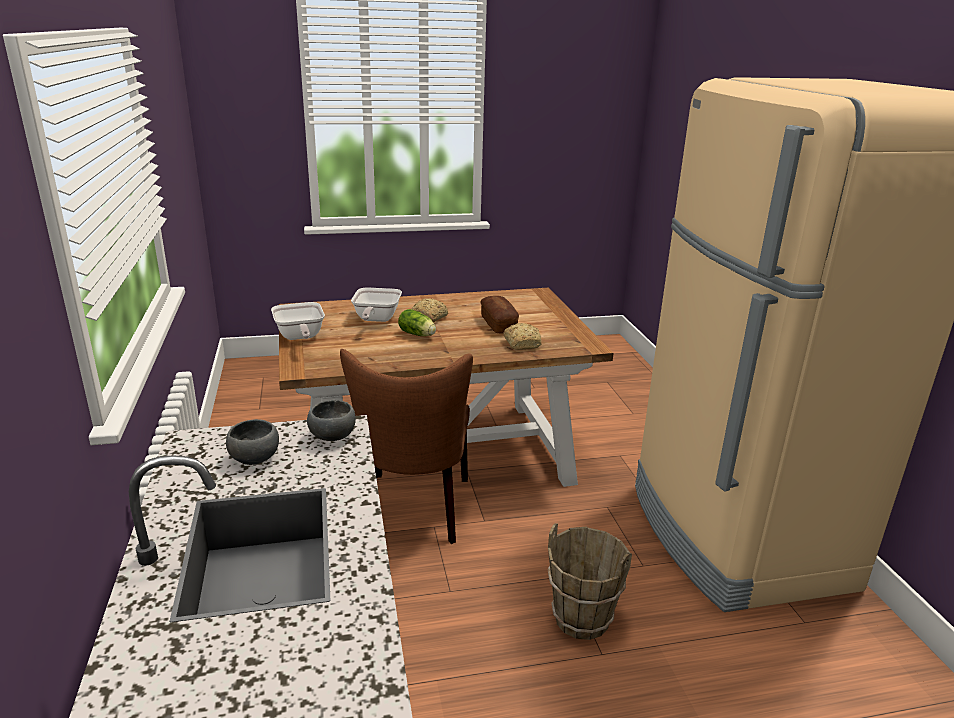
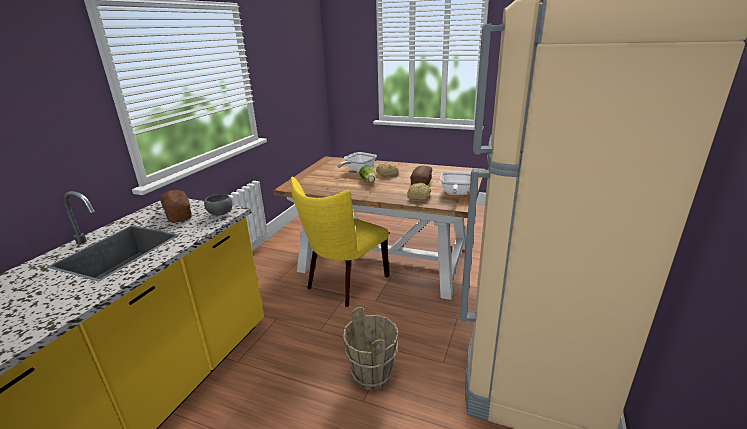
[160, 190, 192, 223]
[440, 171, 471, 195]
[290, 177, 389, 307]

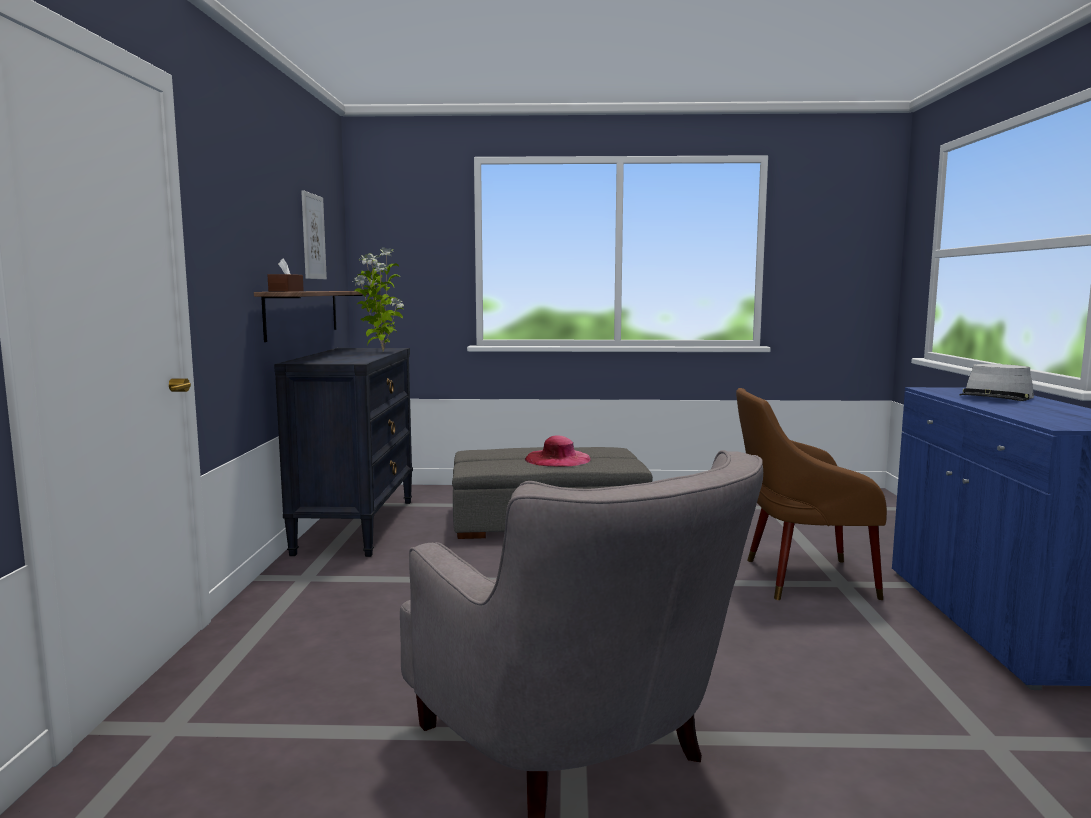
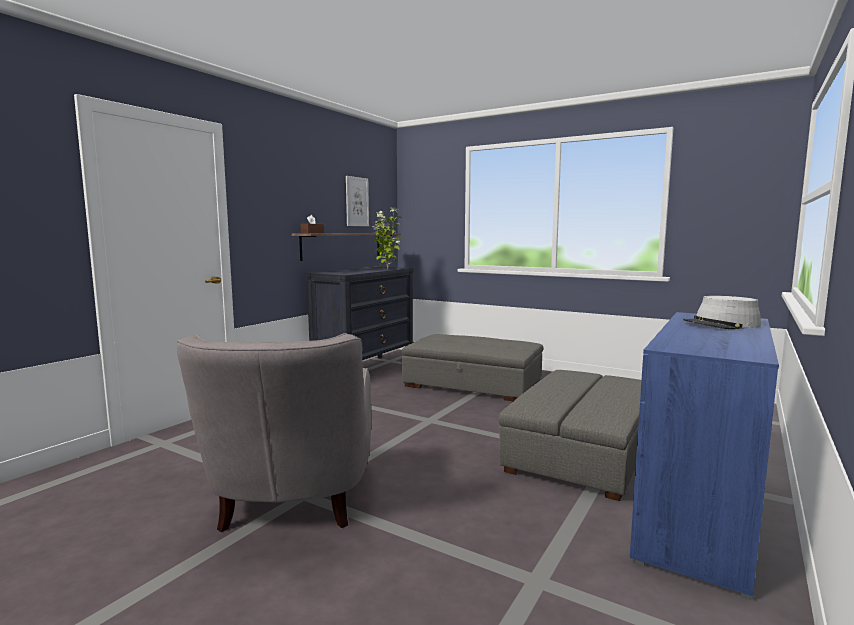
[525, 435, 591, 467] (first image)
[498, 370, 641, 501]

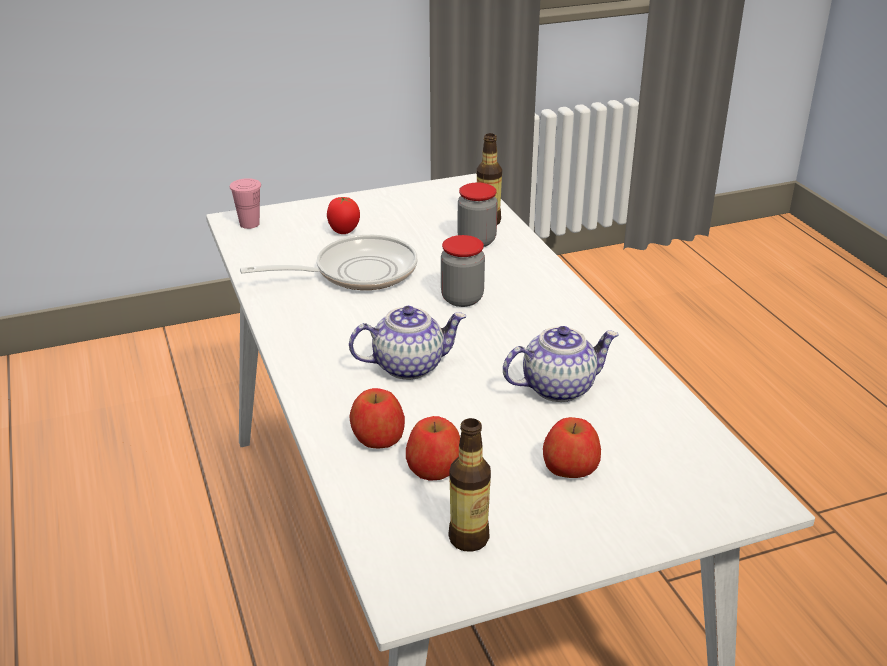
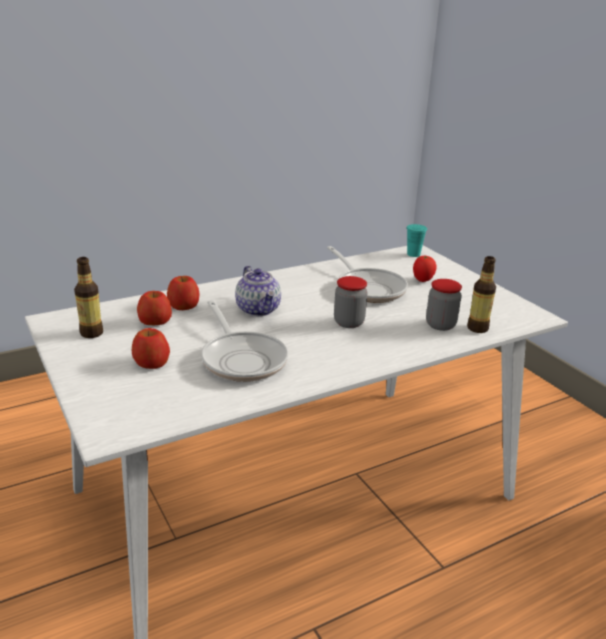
[407, 224, 427, 257]
[201, 300, 288, 382]

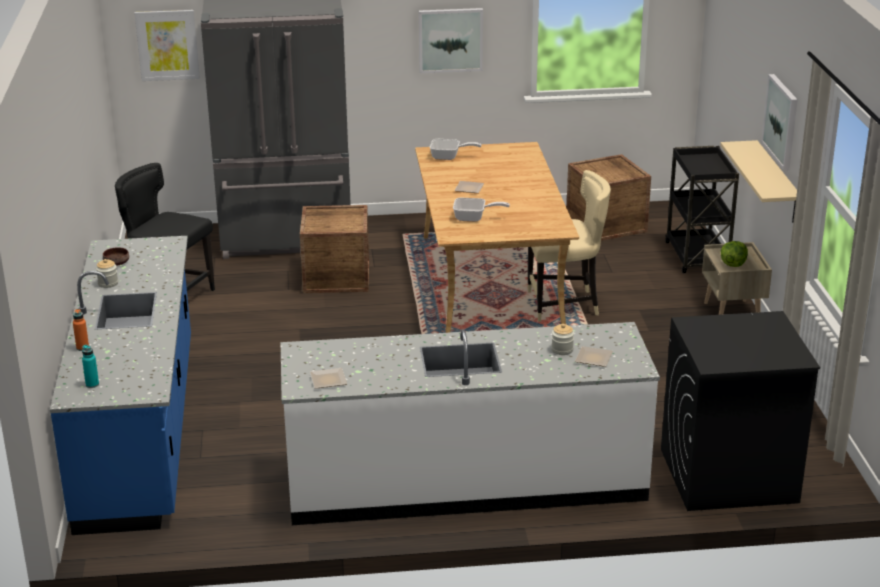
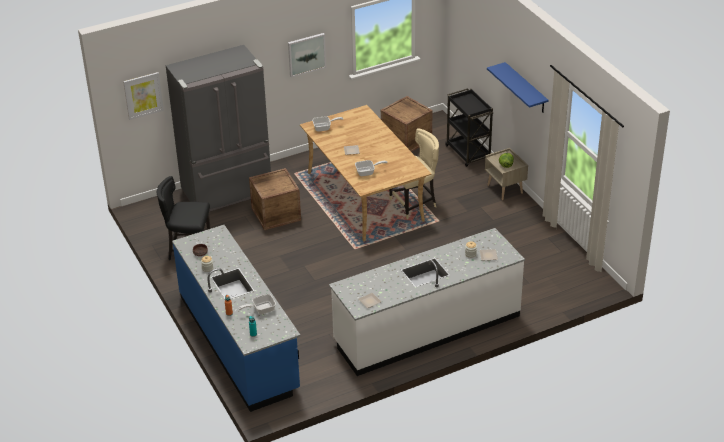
[661, 311, 820, 511] (first image)
[720, 140, 797, 223] (first image)
[487, 62, 549, 113]
[238, 294, 276, 314]

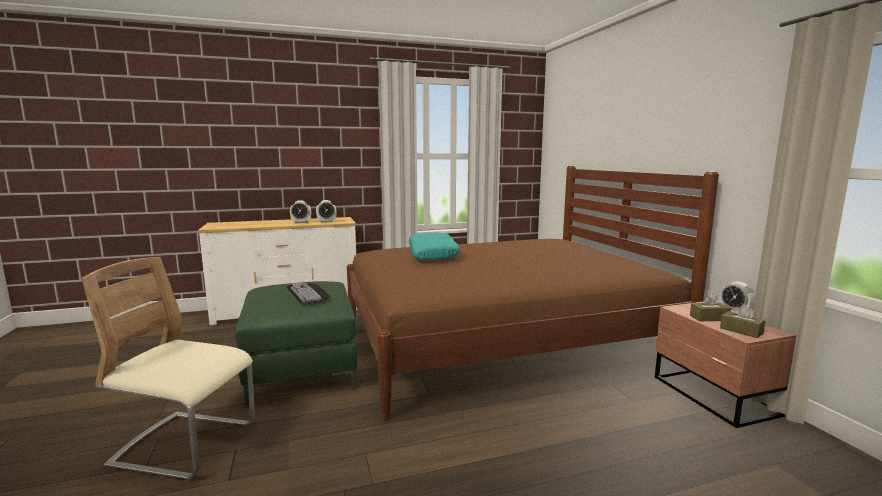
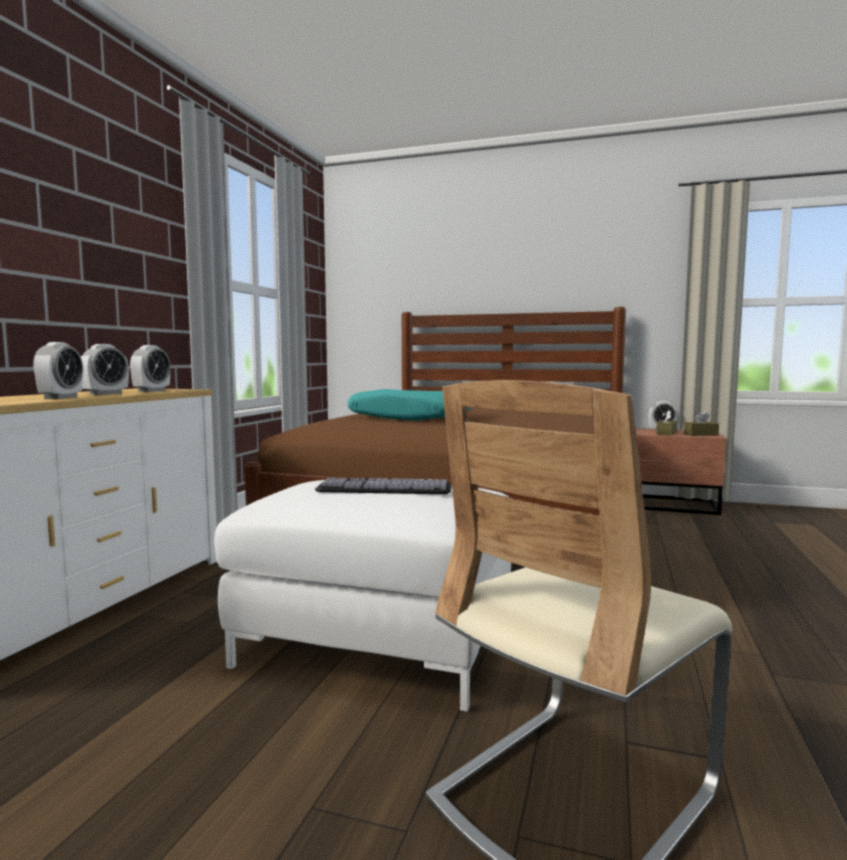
[214, 480, 511, 712]
[33, 342, 83, 399]

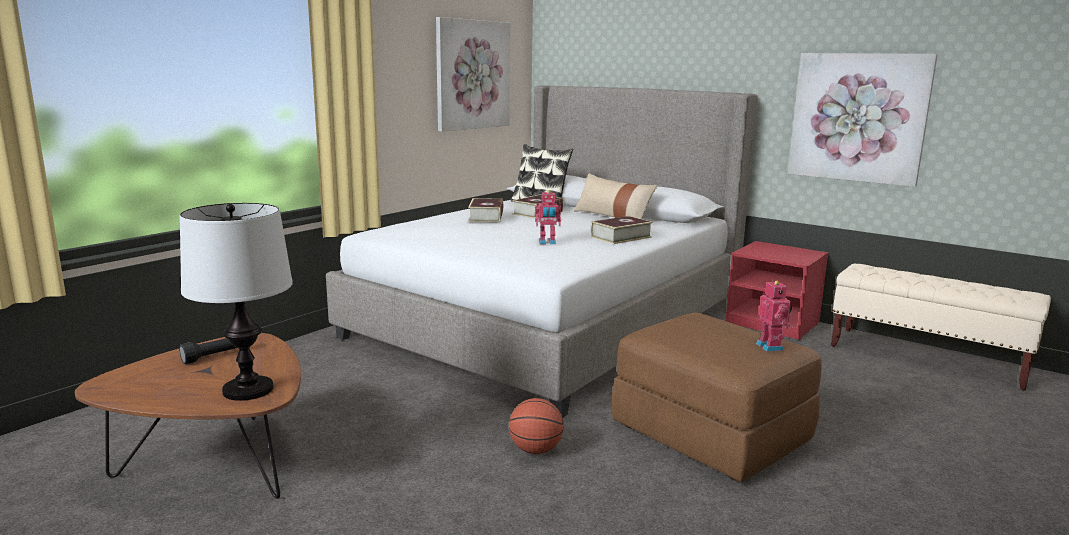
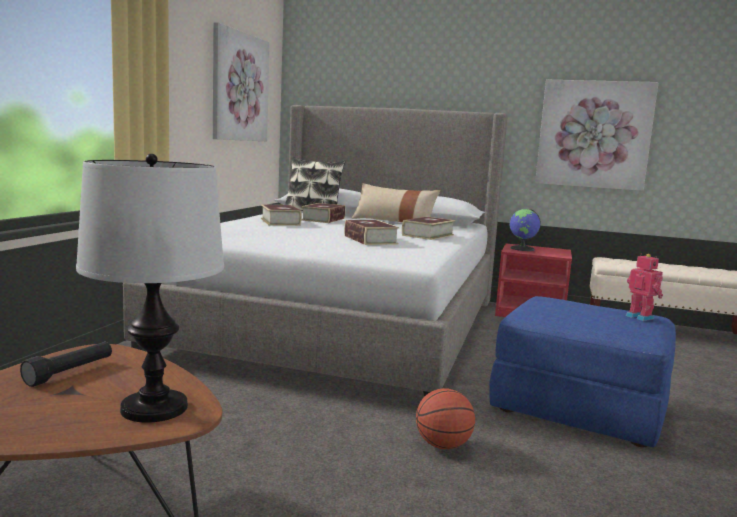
[344, 220, 400, 245]
[489, 296, 676, 447]
[509, 209, 541, 251]

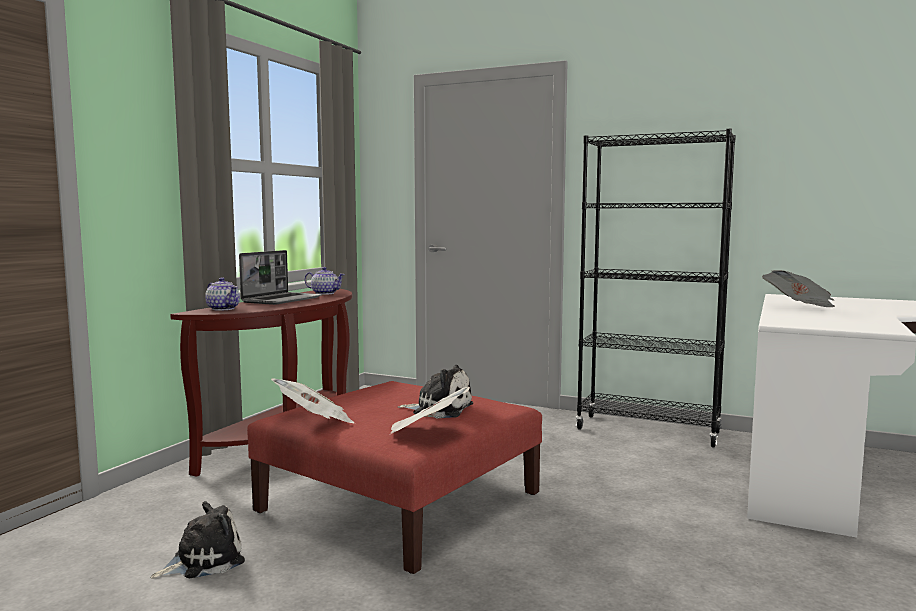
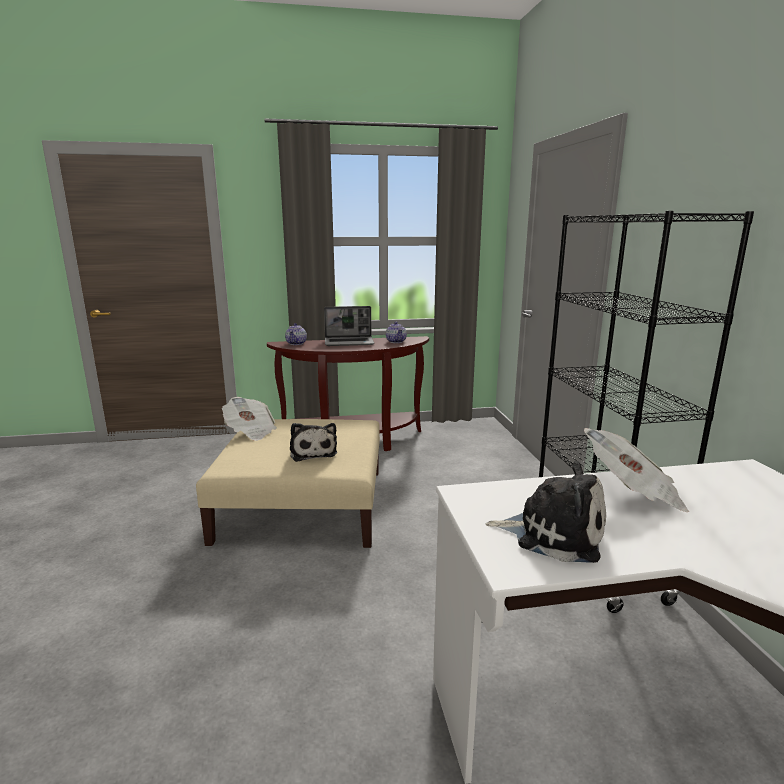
[485, 461, 606, 563]
[196, 419, 380, 548]
[391, 387, 470, 434] (first image)

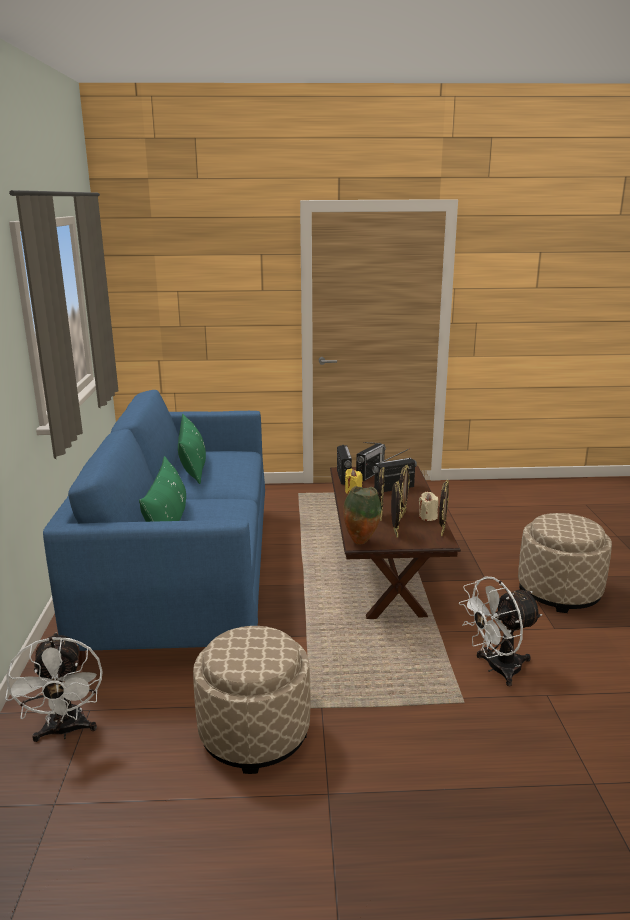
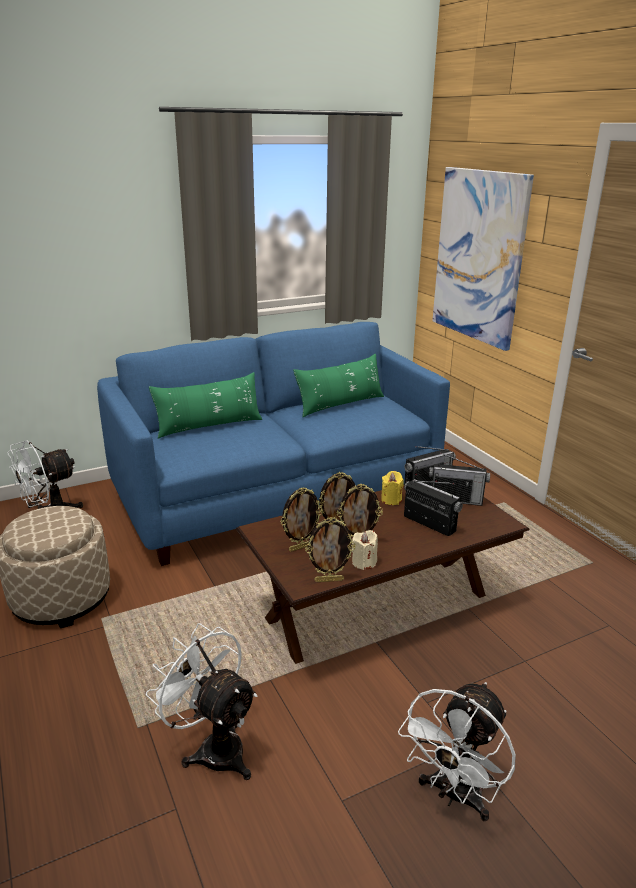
[343, 486, 381, 545] (first image)
[398, 682, 516, 821]
[432, 167, 534, 351]

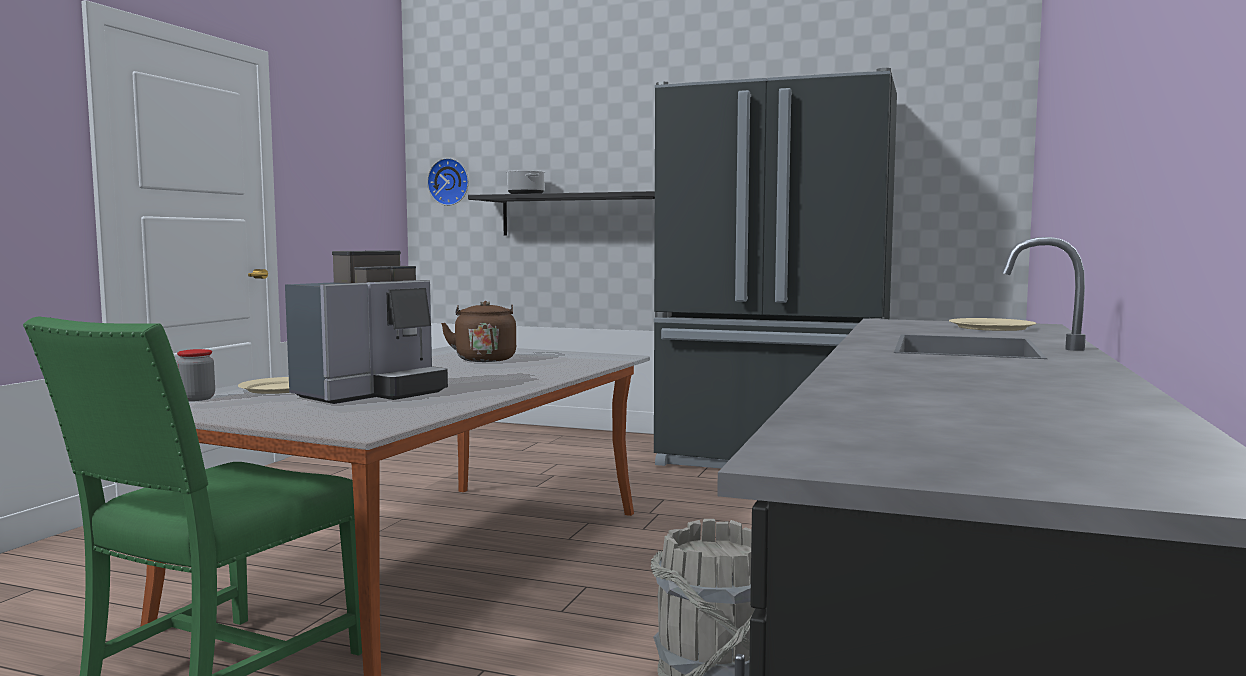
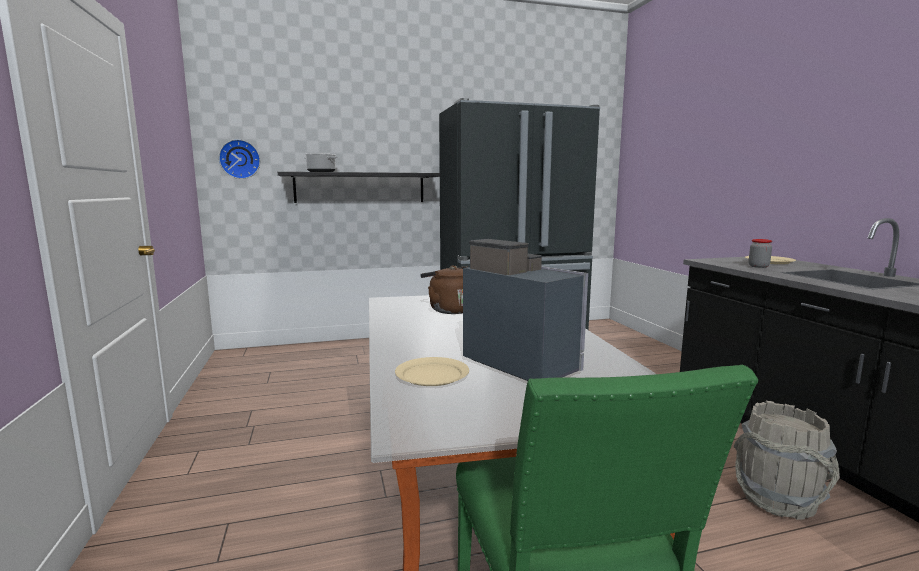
[749, 239, 772, 268]
[463, 239, 588, 381]

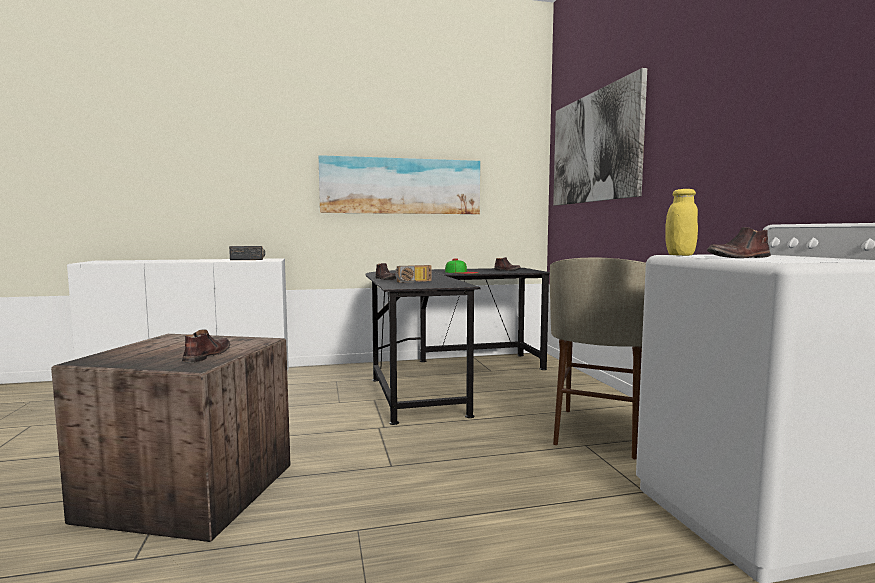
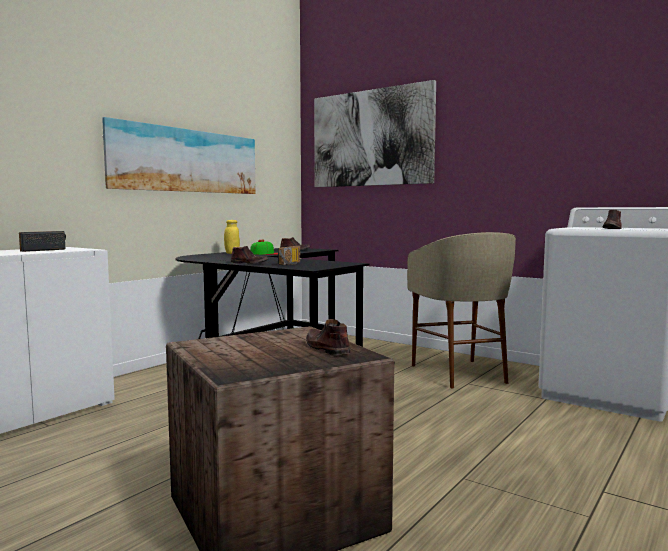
[224, 220, 240, 254]

